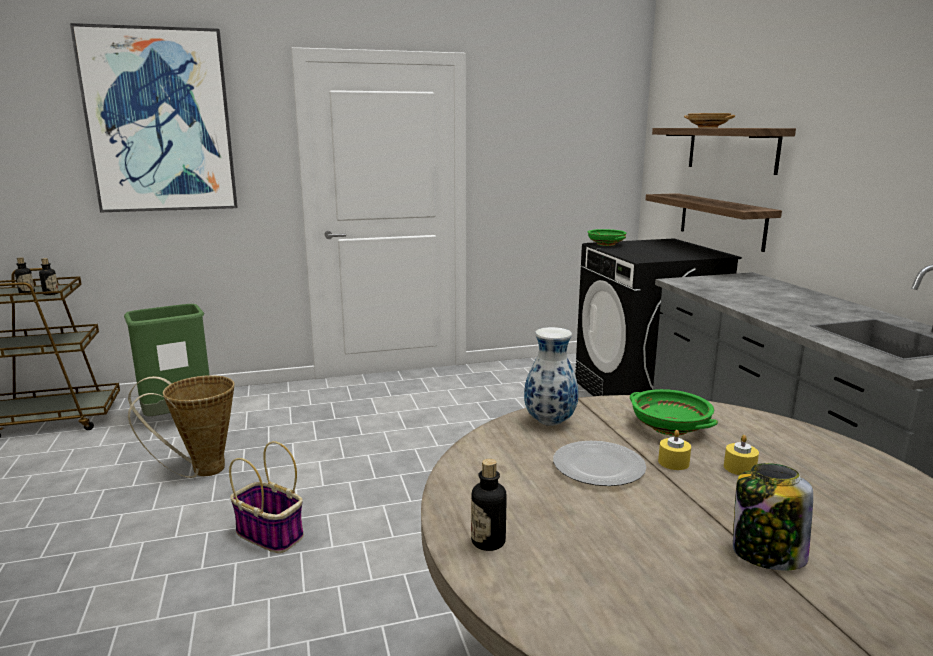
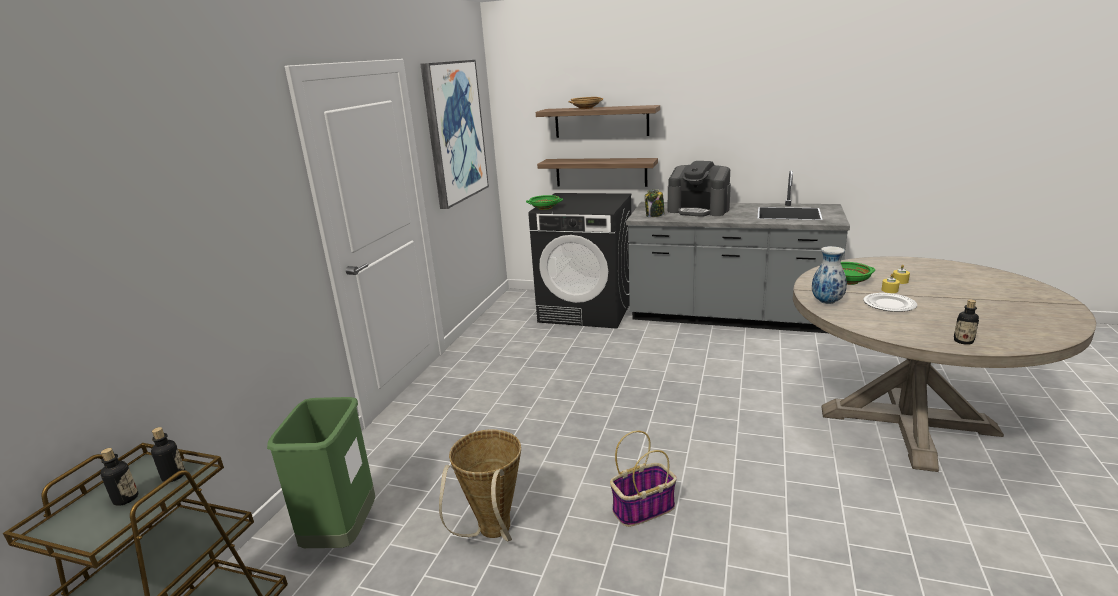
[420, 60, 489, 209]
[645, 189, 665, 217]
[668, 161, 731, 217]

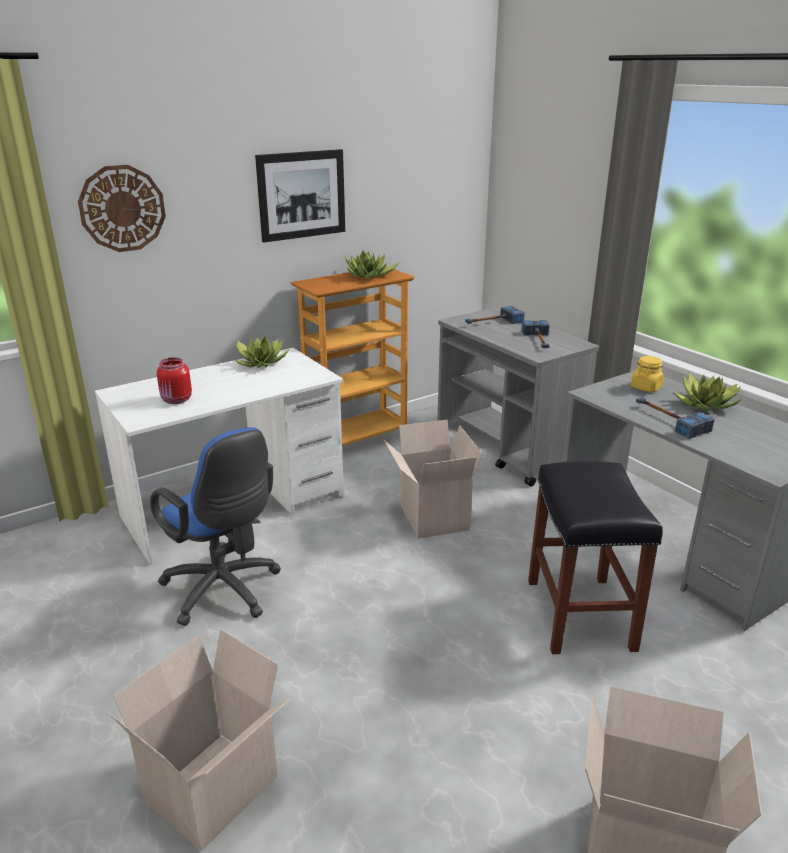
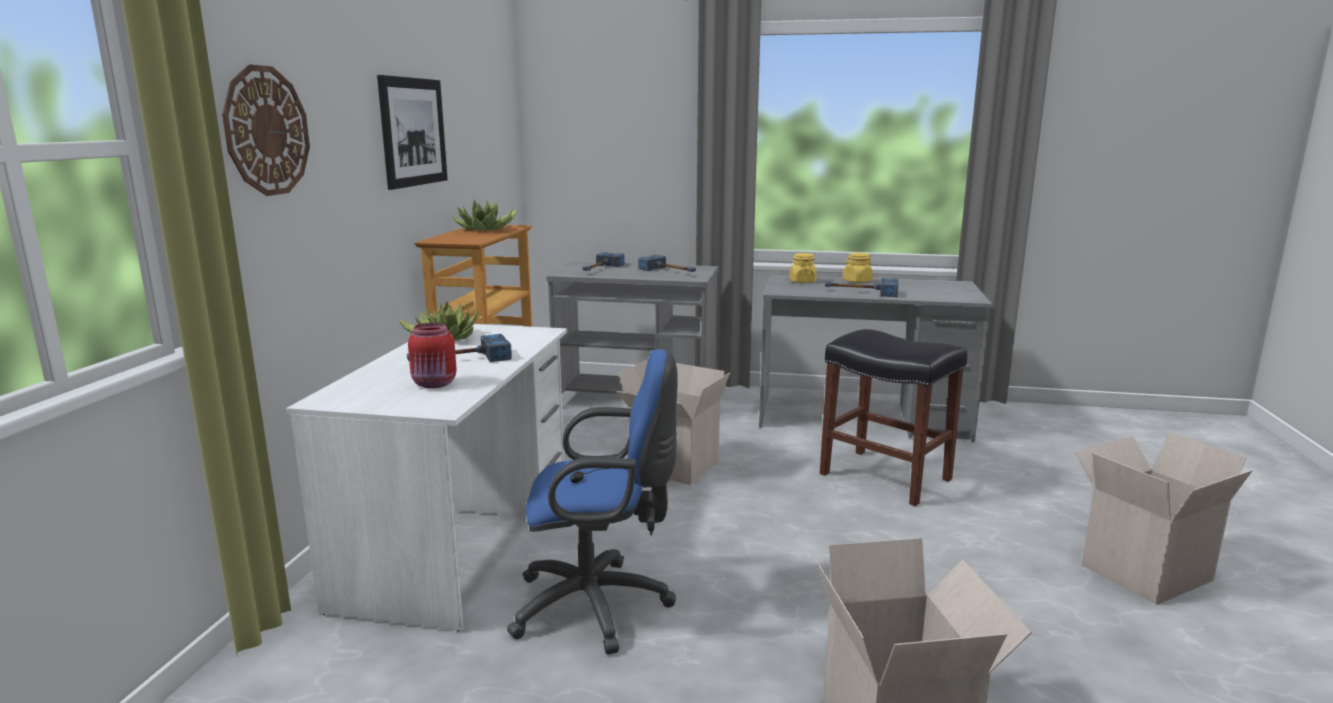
[843, 253, 873, 283]
[407, 334, 512, 362]

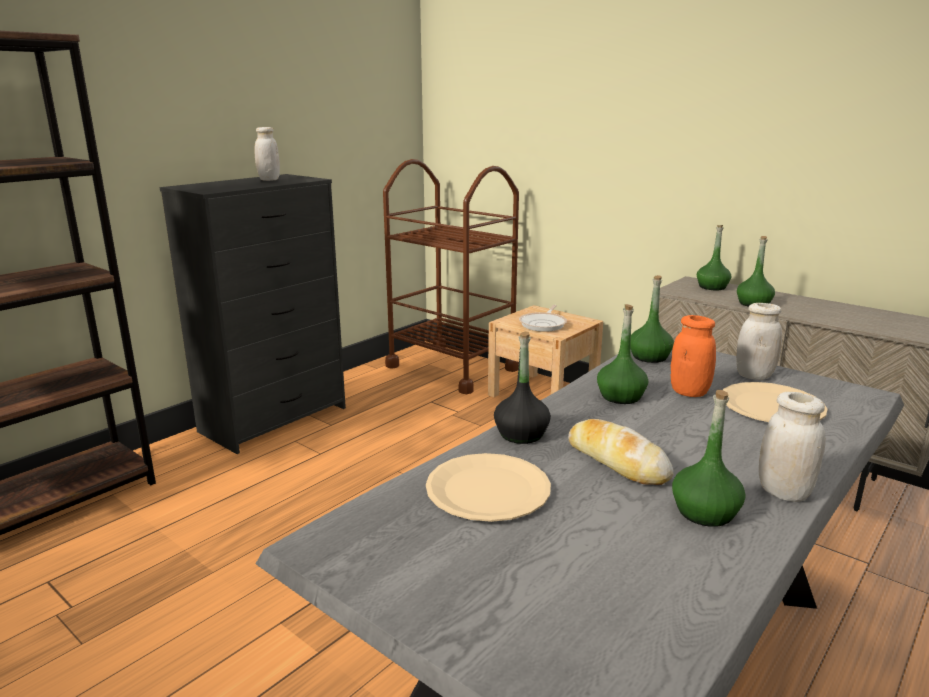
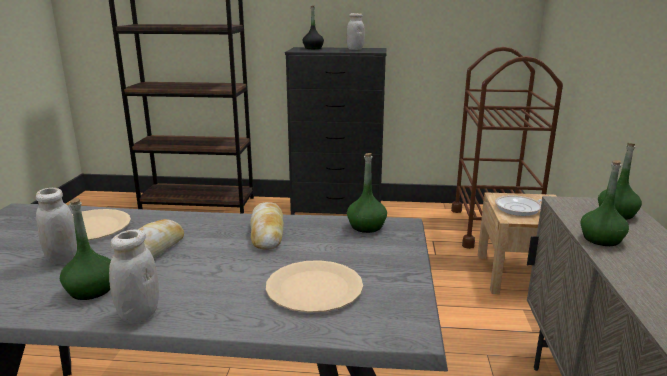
[303, 6, 324, 49]
[250, 202, 284, 250]
[671, 315, 716, 397] (first image)
[36, 188, 77, 264]

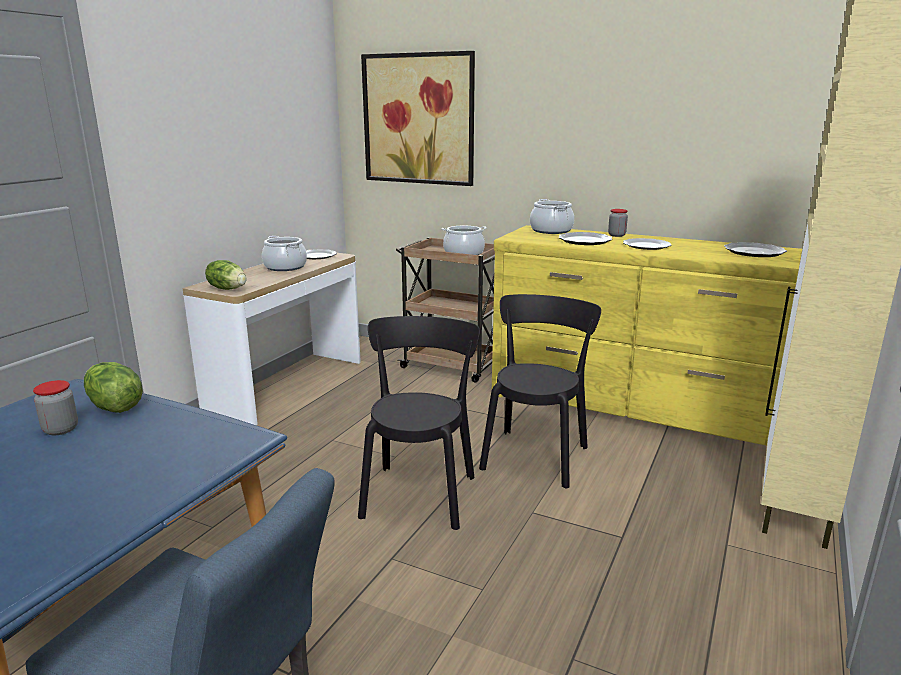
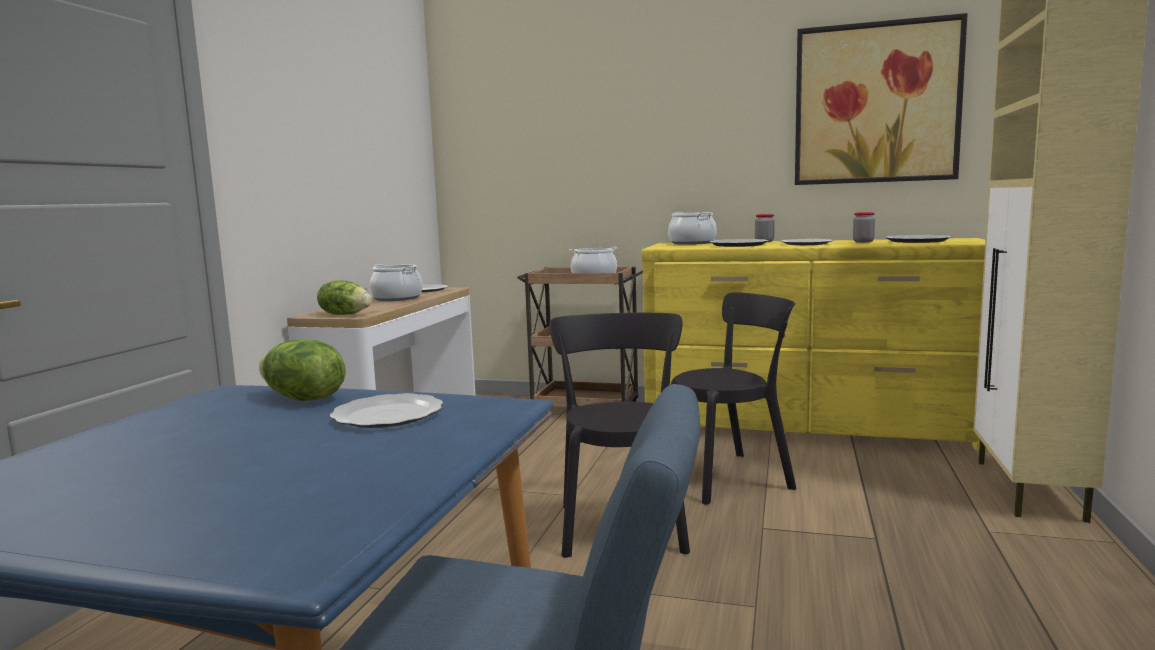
[853, 212, 875, 243]
[795, 13, 968, 185]
[671, 292, 796, 505]
[330, 393, 443, 428]

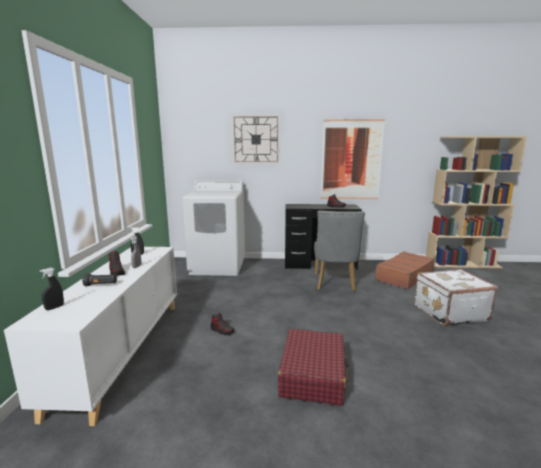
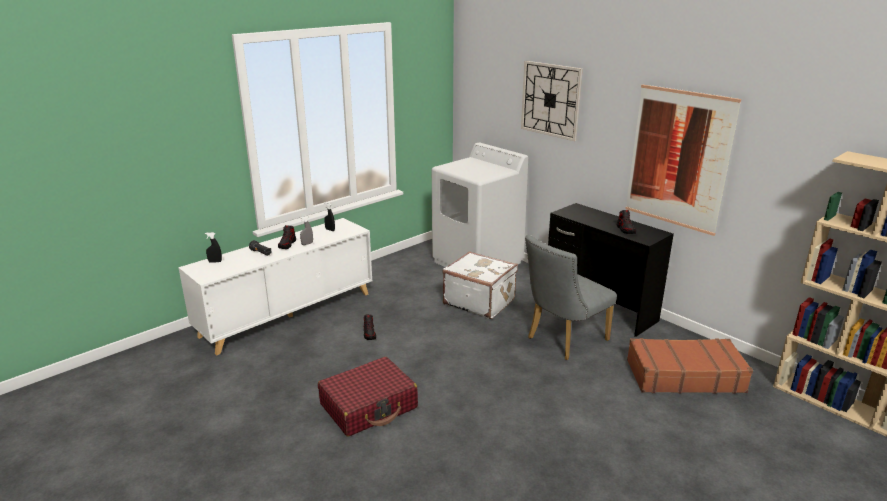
[443, 251, 518, 319]

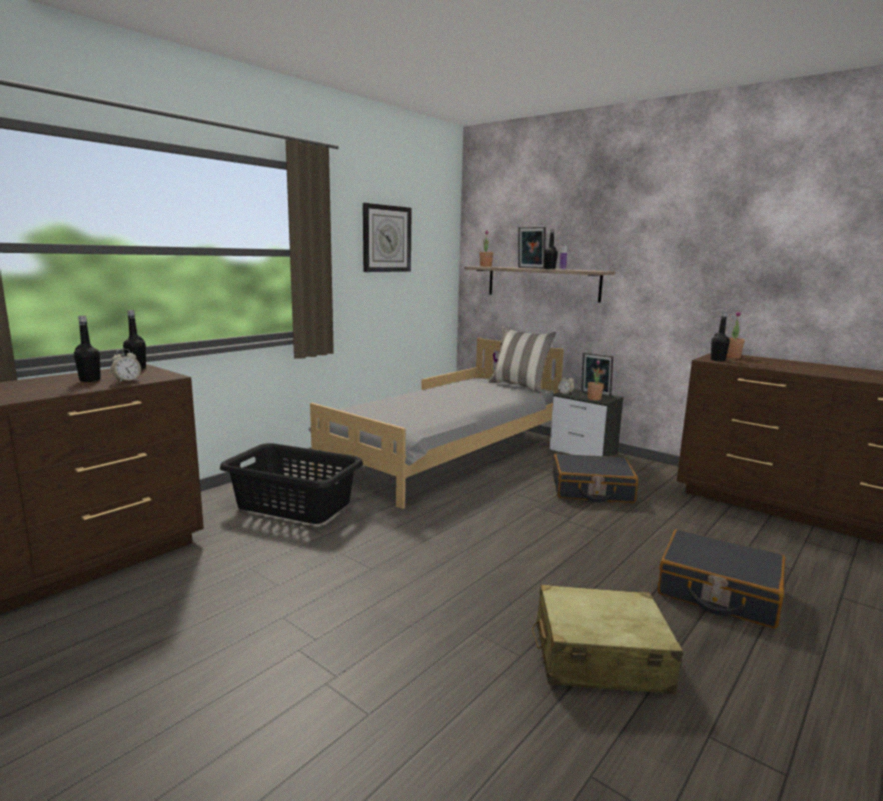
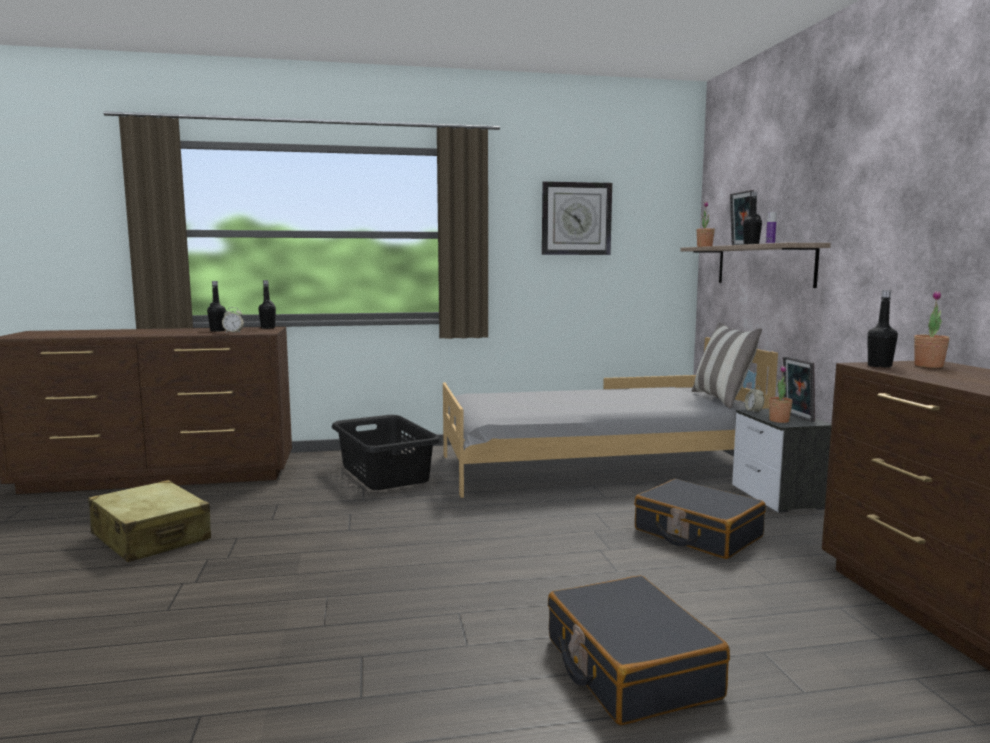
[88, 480, 211, 562]

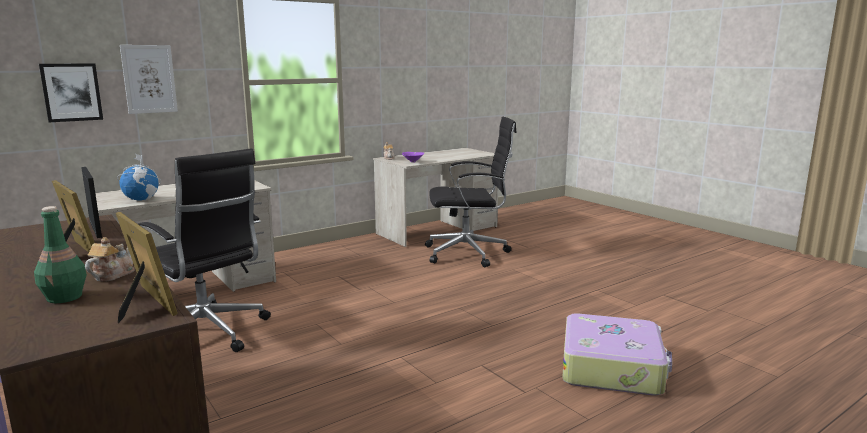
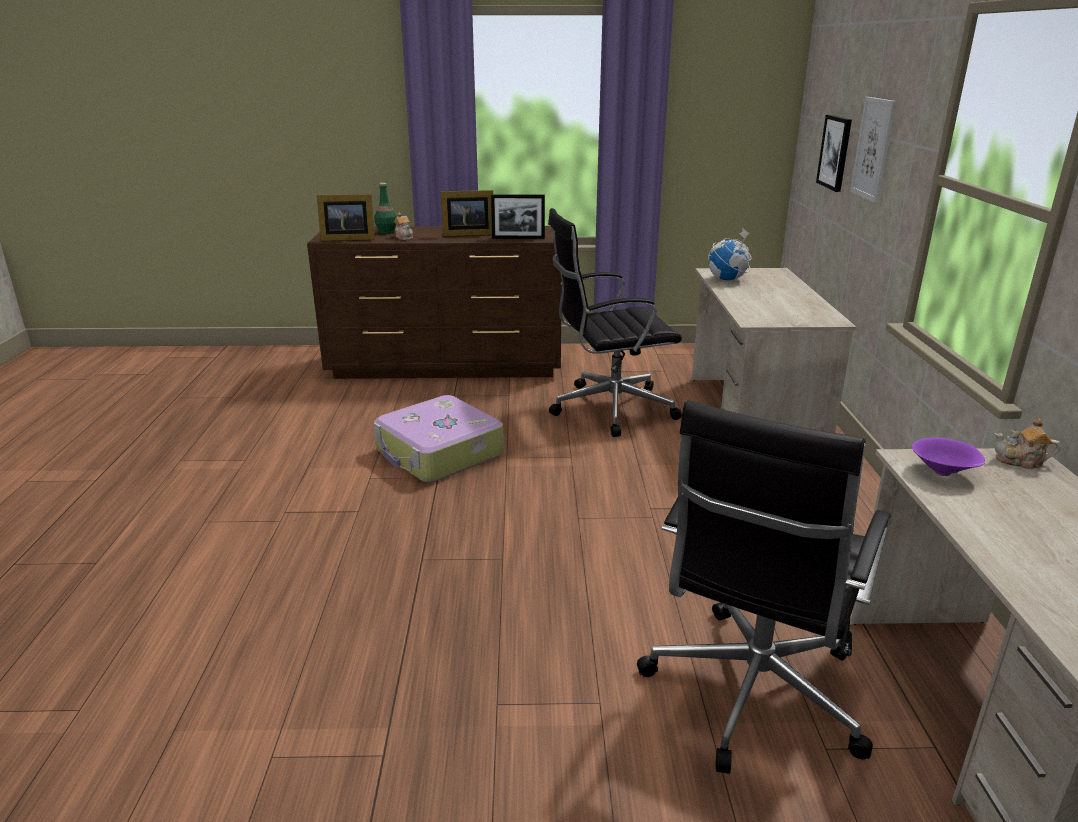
[374, 395, 504, 483]

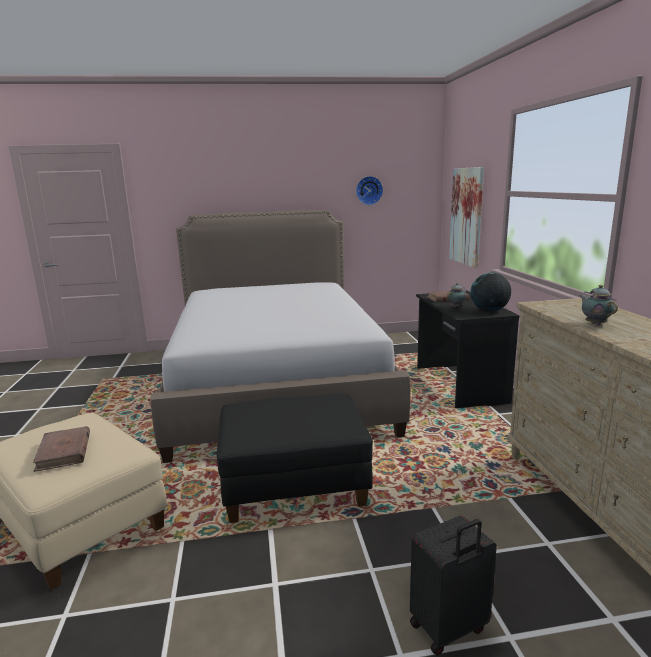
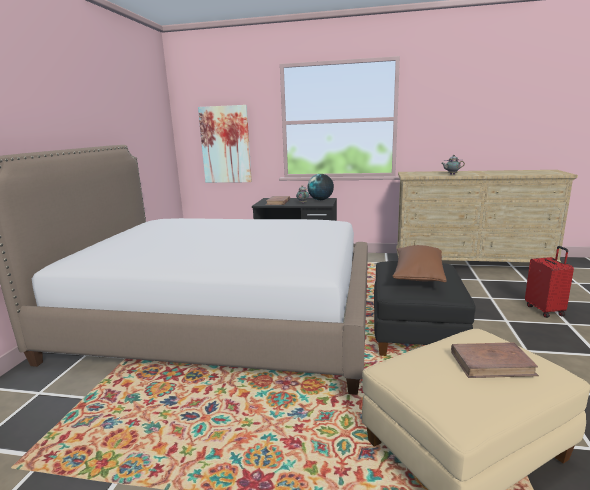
[356, 176, 383, 205] (first image)
[525, 246, 574, 318]
[393, 245, 446, 282]

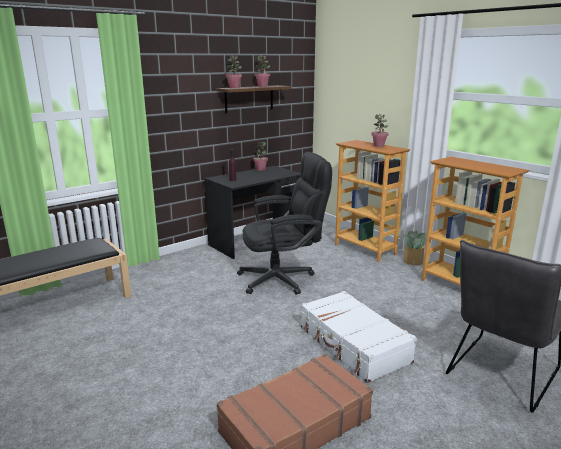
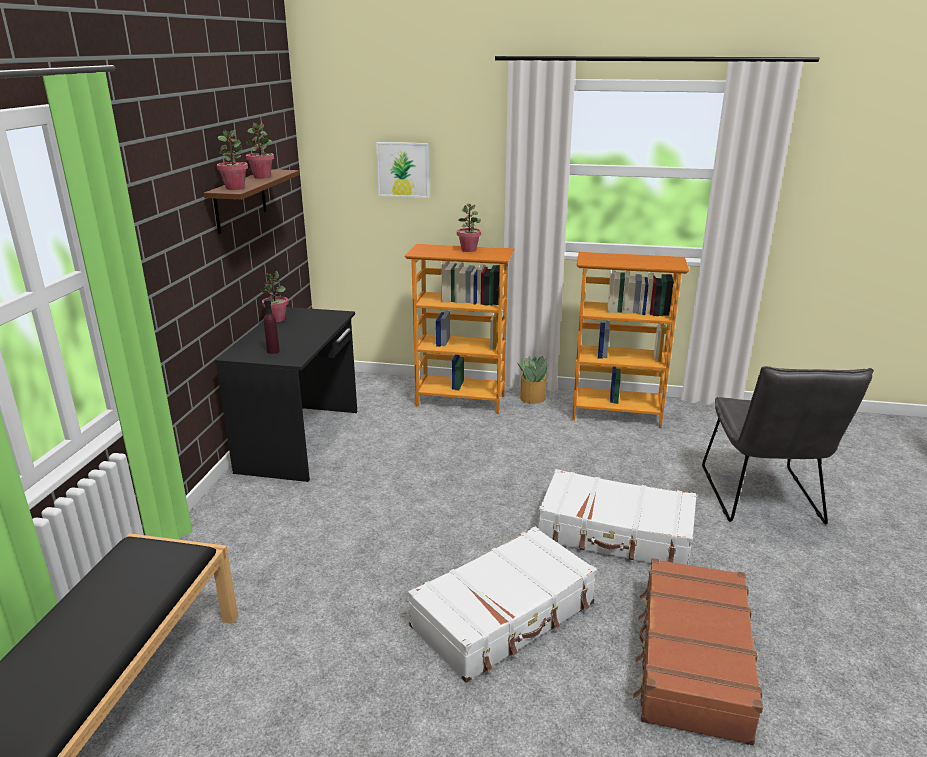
[237, 152, 332, 295] (first image)
[376, 142, 430, 198]
[408, 527, 597, 683]

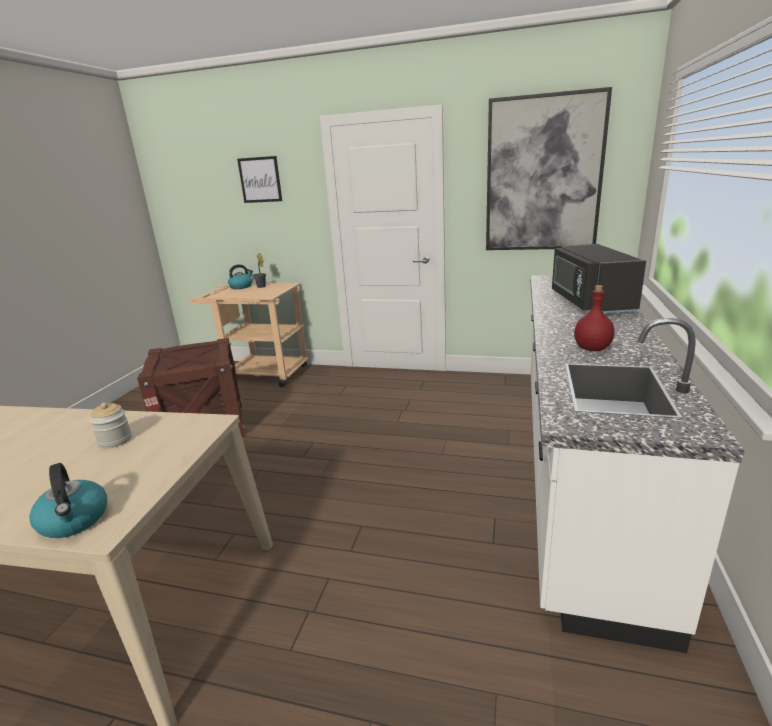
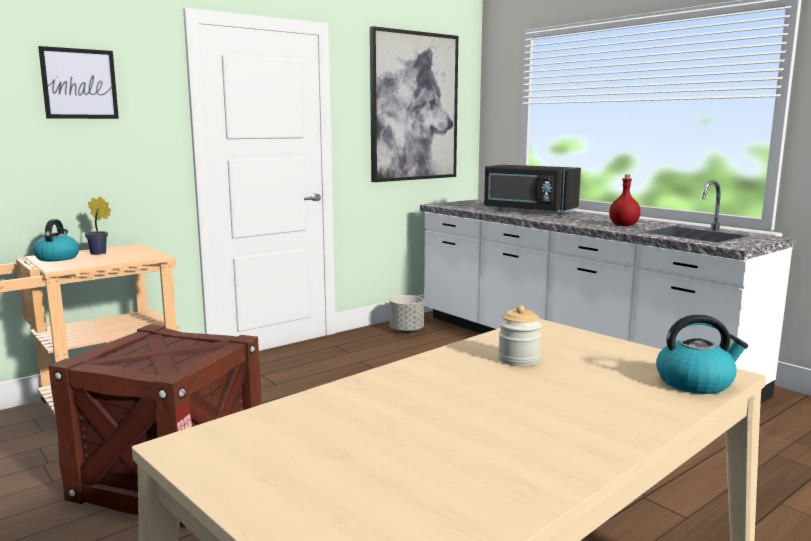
[390, 295, 424, 333]

